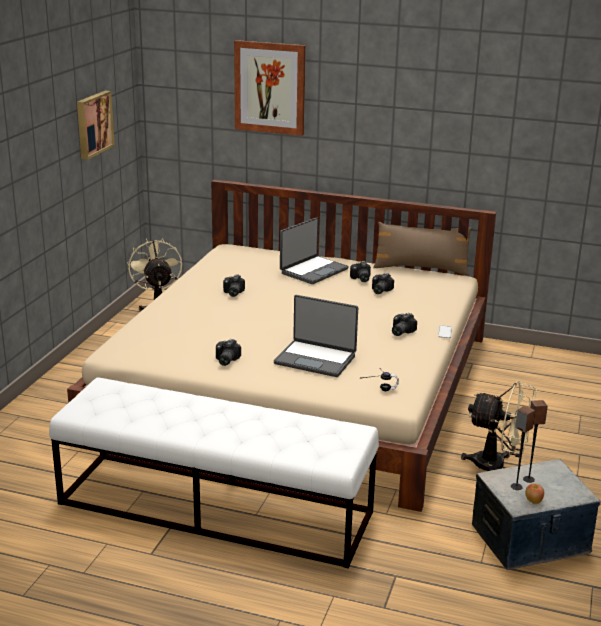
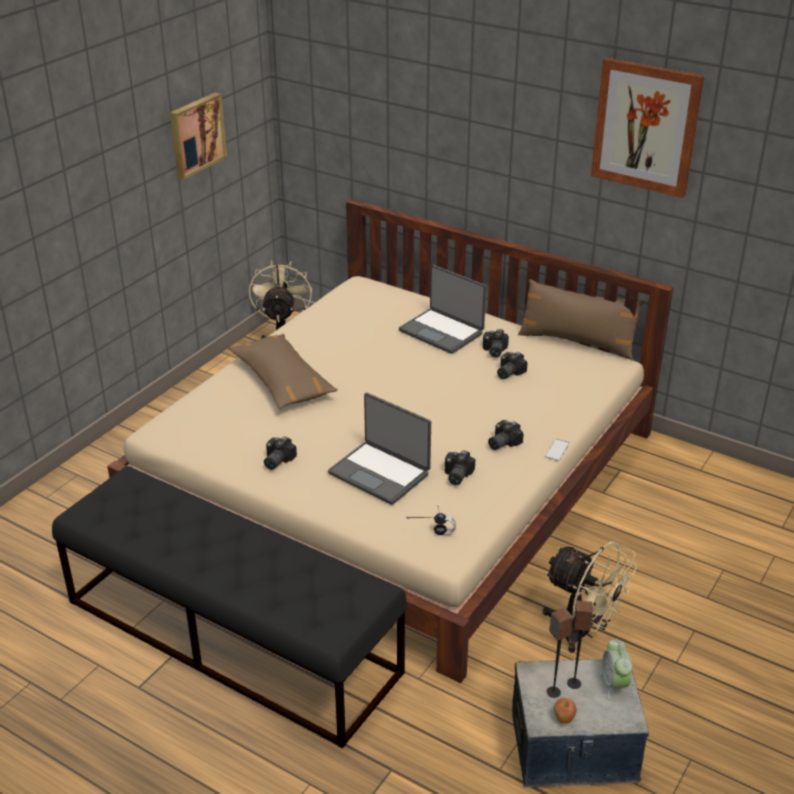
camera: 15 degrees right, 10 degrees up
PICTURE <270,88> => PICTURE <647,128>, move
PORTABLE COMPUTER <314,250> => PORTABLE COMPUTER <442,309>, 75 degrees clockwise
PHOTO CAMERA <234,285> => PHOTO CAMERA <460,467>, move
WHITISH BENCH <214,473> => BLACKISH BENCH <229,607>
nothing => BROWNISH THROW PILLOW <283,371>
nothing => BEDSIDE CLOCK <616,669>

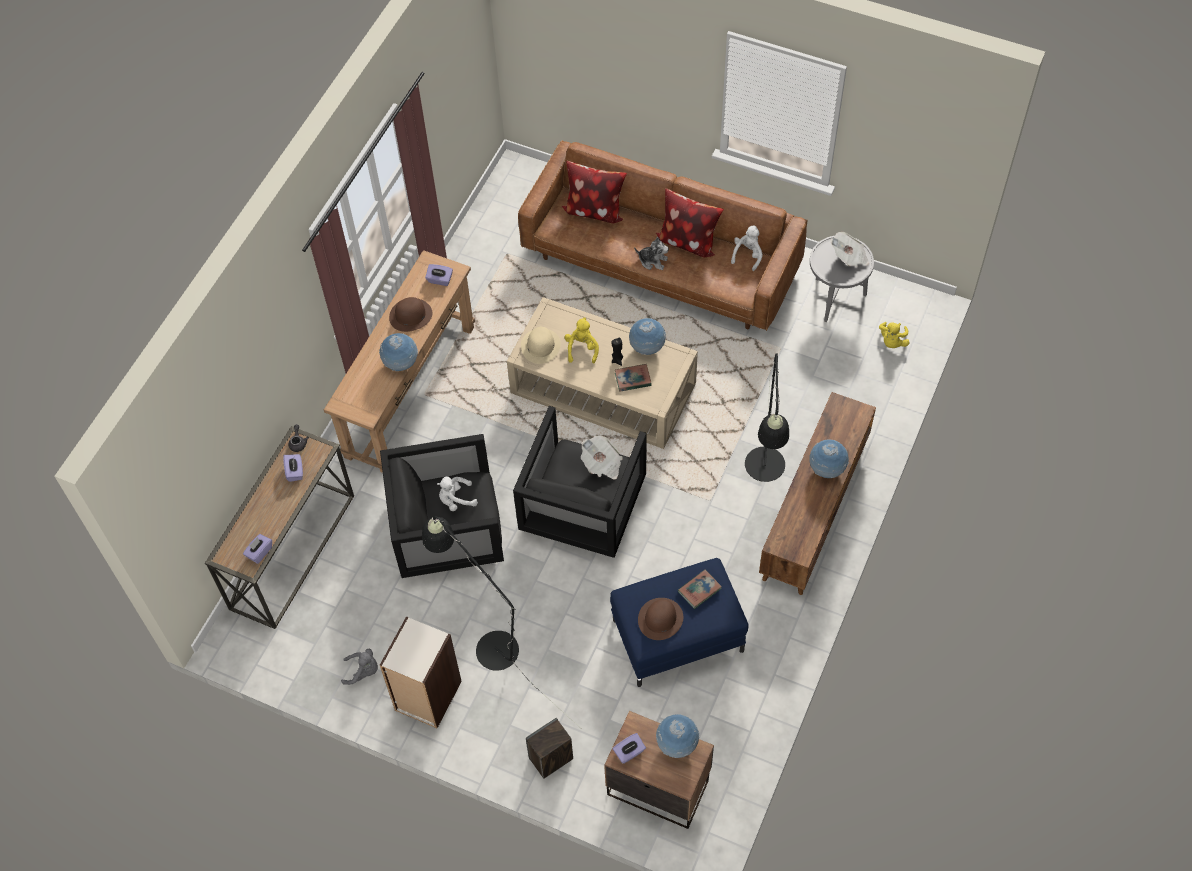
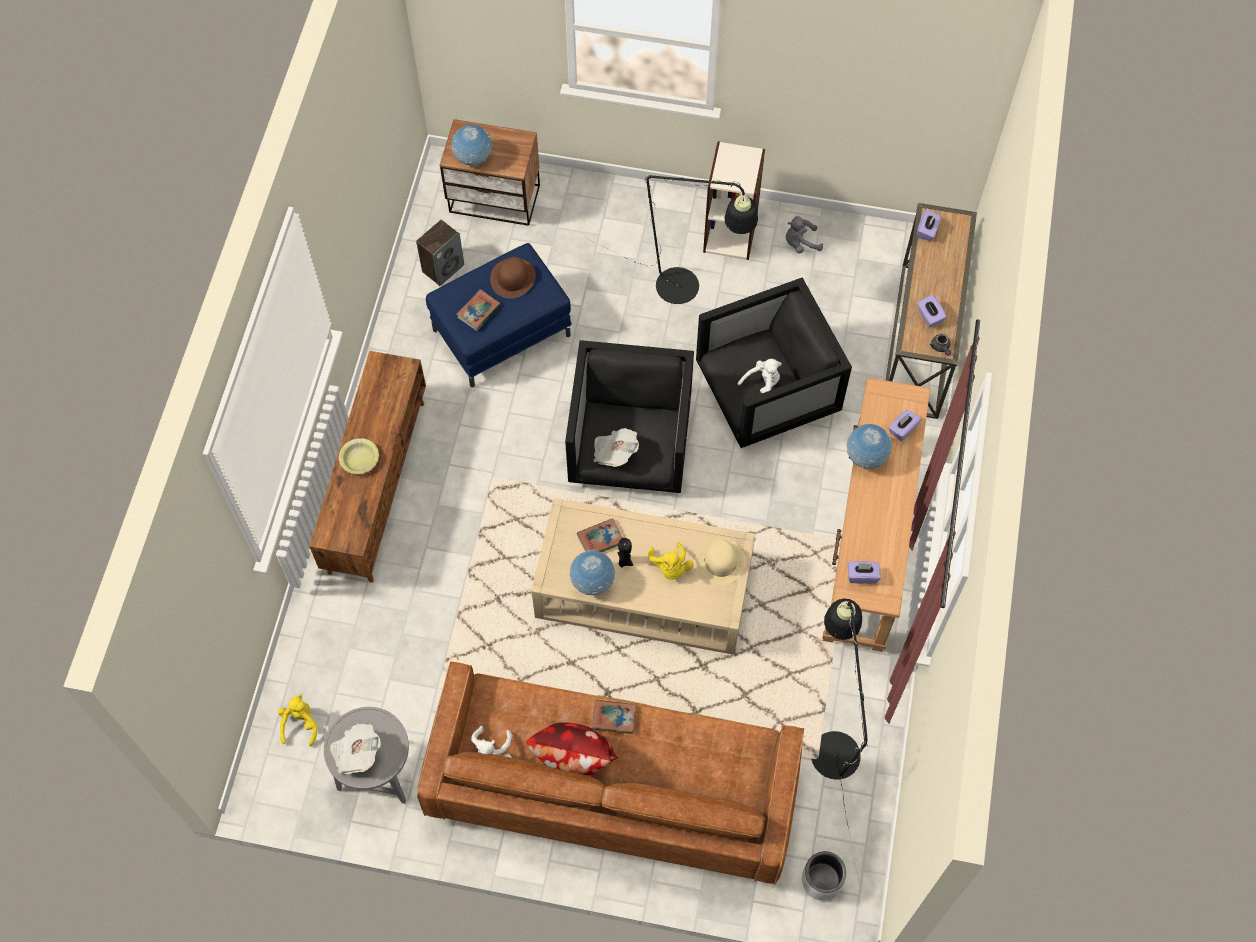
camera: 165 degrees right, 5 degrees up
THROW PILLOW <594,192> => nothing
CUDDLY TOY <651,253> => VOLUME <614,717>
BROWNISH CLOTHING HAT <410,314> => nothing
BLACKISH FLOOR LAMP <767,417> => BLACKISH FLOOR LAMP <839,744>, move
WORLD GLOBE <829,459> => YELLOW-COLOURED DEEP DISH <359,456>
LOUDSPEAKER <549,748> => LOUDSPEAKER <440,253>, move
PURPLE-COLOURED TISSUE BOX <629,748> => PURPLE-COLOURED TISSUE BOX <905,425>, move
nothing => GREY PLANTER <824,876>

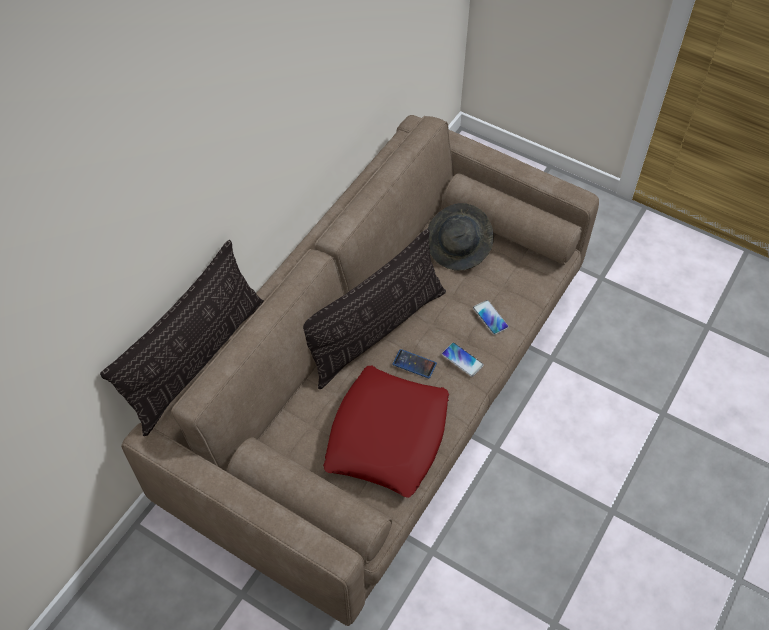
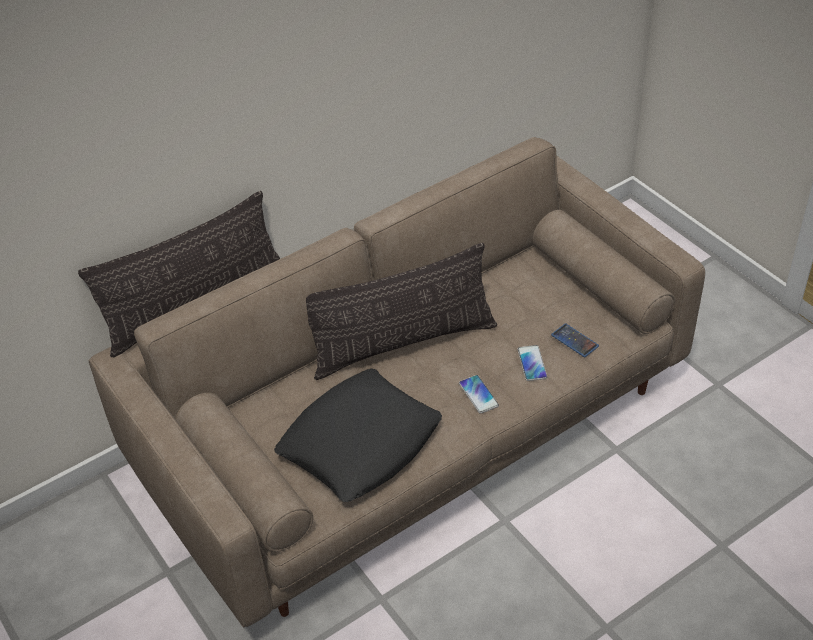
camera: 25 degrees right, 10 degrees down
GREY CLOTHING HAT <461,237> => nothing
HANDSET <414,364> => HANDSET <575,340>, move
REDDISH THROW PILLOW <386,432> => BLACKISH THROW PILLOW <358,435>

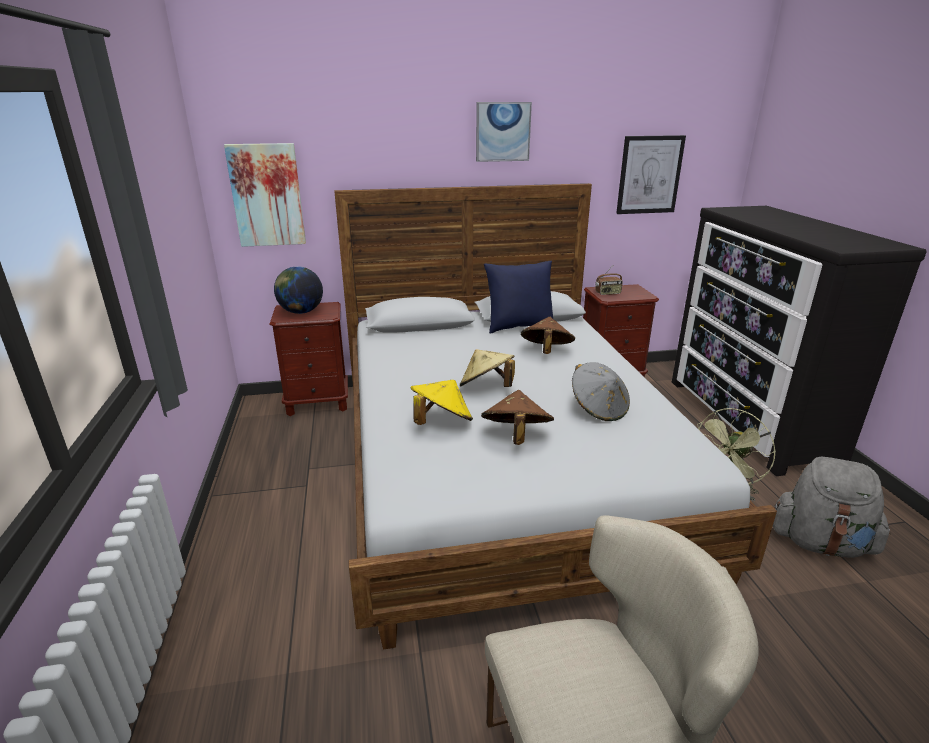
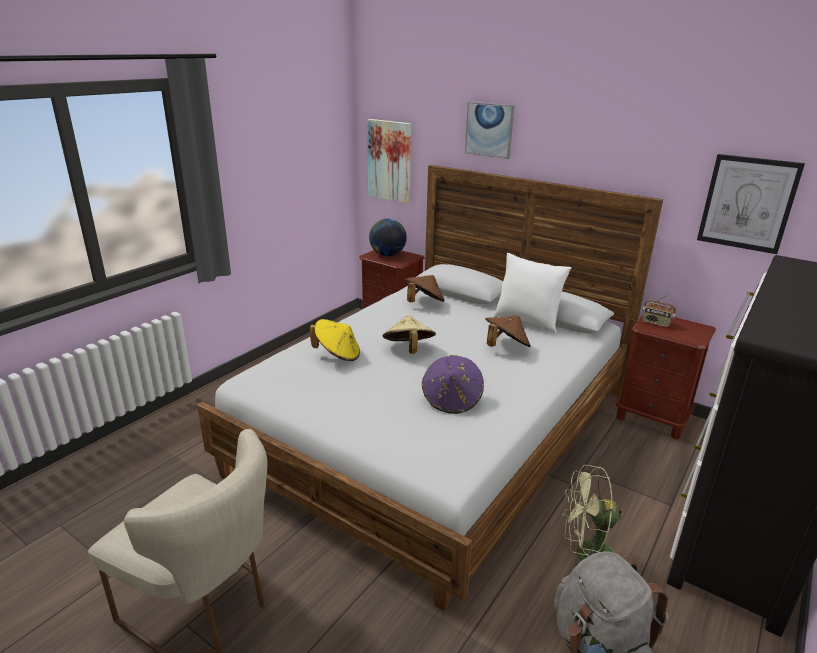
camera: 45 degrees right, 0 degrees up
PICTURE <504,132> => PICTURE <490,130>, move
BLUISH THROW PILLOW <518,297> => WHITISH THROW PILLOW <532,293>
GREY CLOTHING HAT <601,391> => PURPLE-COLOURED CLOTHING HAT <453,384>
BROWNISH CLOTHING HAT <517,417> => BROWNISH CLOTHING HAT <425,288>, move

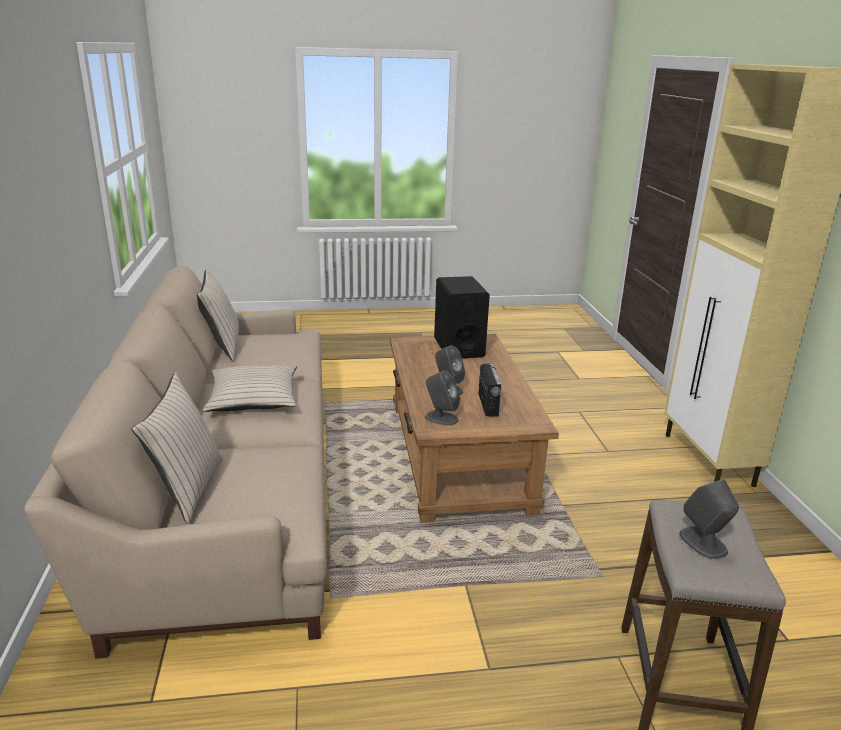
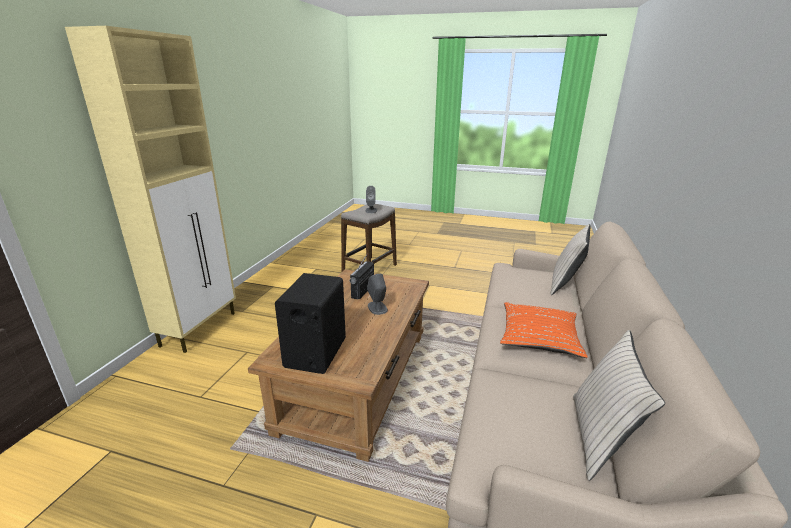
camera: 155 degrees left, 0 degrees up
SAND-COLOURED THROW PILLOW <250,388> => ORANGE THROW PILLOW <544,330>
GREY LOUDSPEAKER <442,398> => nothing

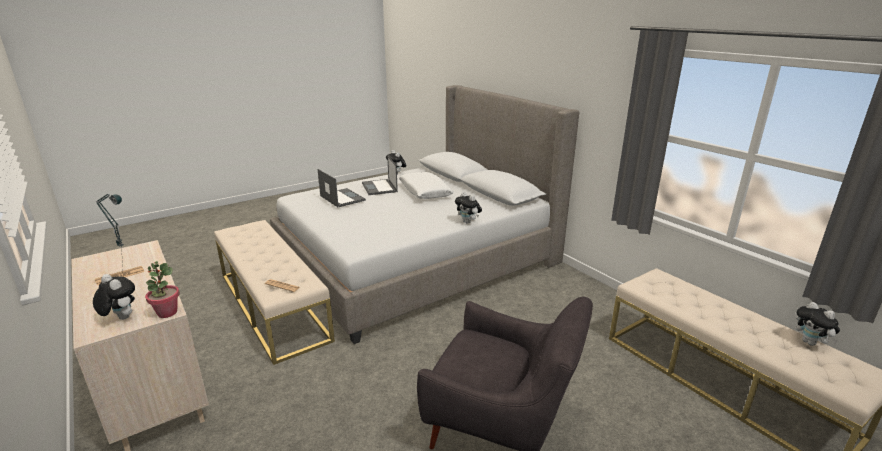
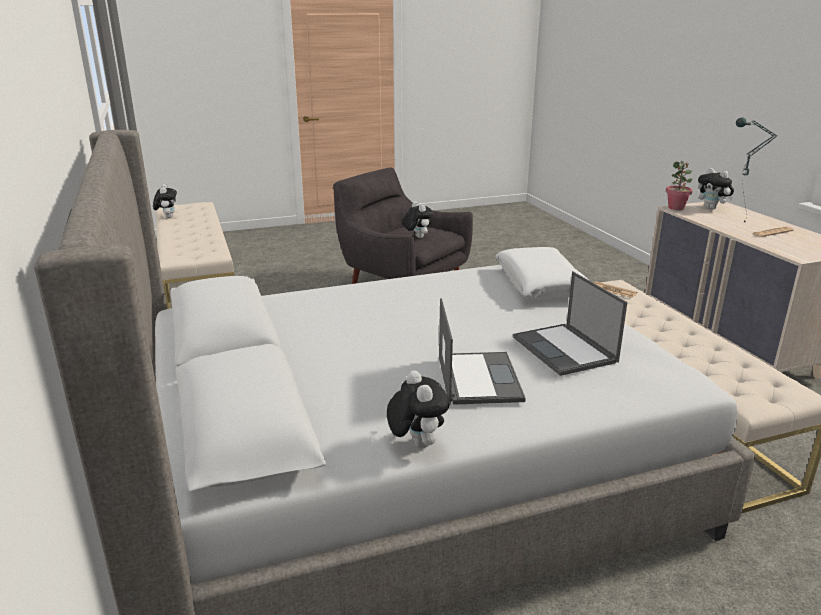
camera: 165 degrees left, 0 degrees up
WHITISH THROW PILLOW <426,185> => WHITISH THROW PILLOW <542,273>, move
CUDDLY TOY <468,207> => CUDDLY TOY <418,219>, move

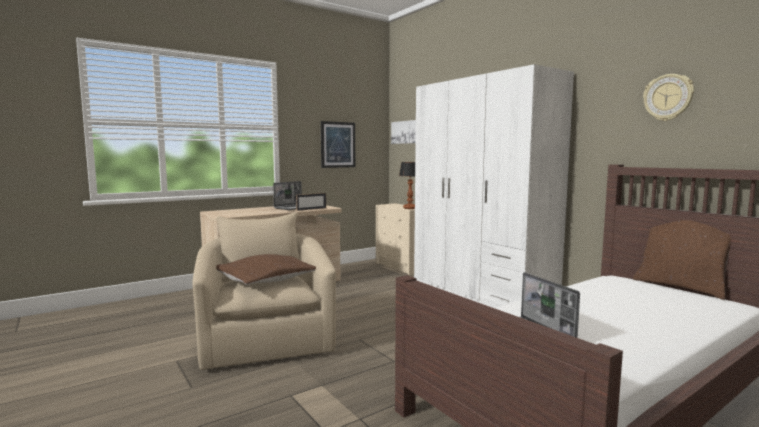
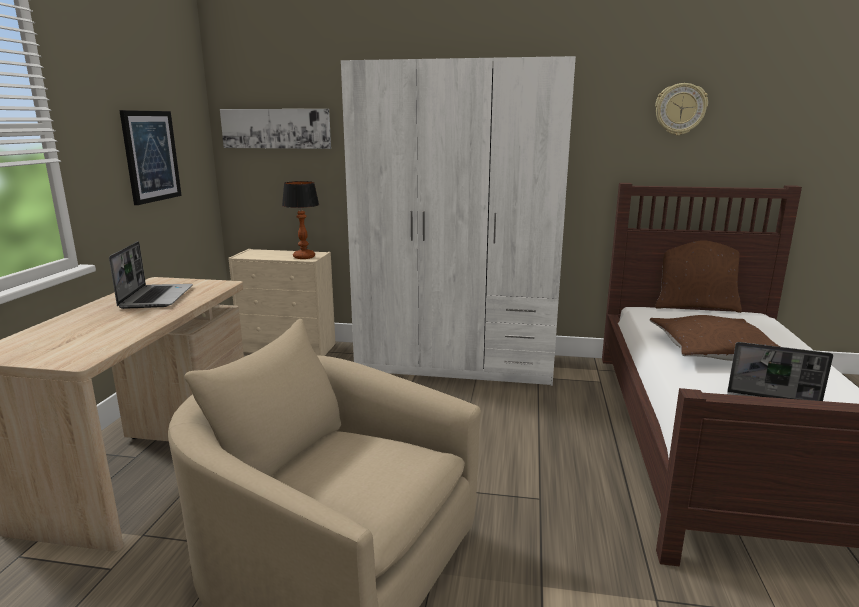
camera: 45 degrees left, 10 degrees up
PICTURE FRAME <311,202> => nothing
BROWNISH THROW PILLOW <266,269> => BROWNISH THROW PILLOW <715,338>, move

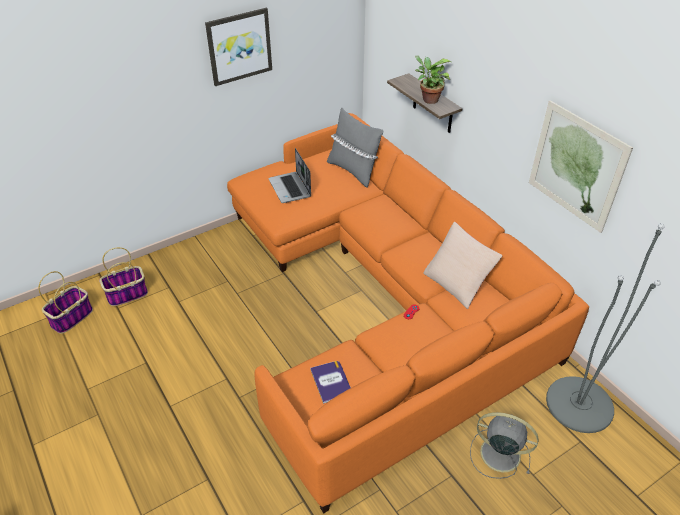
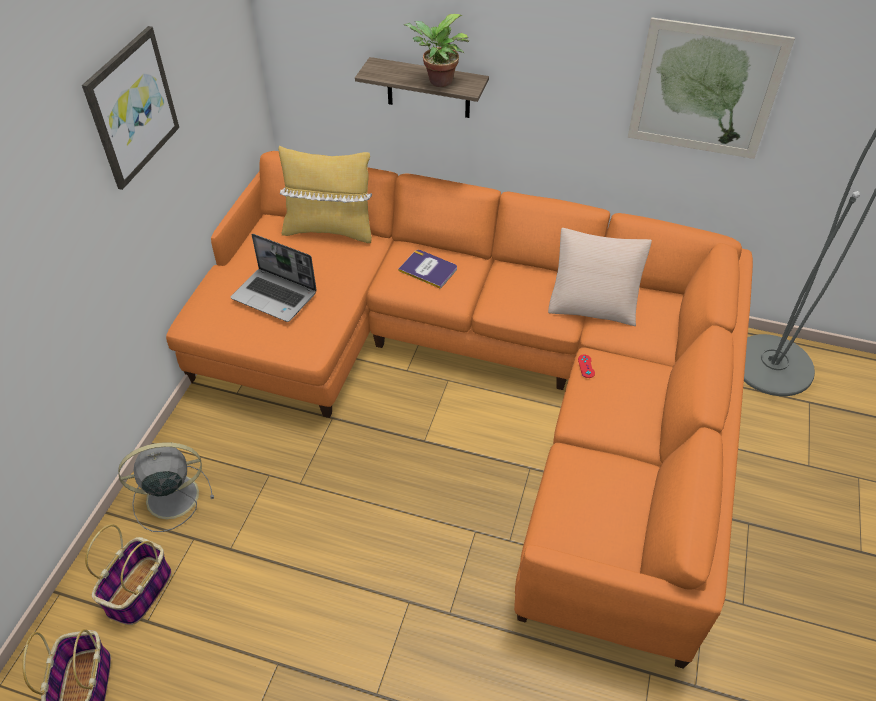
camera: 40 degrees left, 5 degrees up
GREY THROW PILLOW <355,148> => YELLOW-COLOURED THROW PILLOW <325,194>
VOLUME <330,382> => VOLUME <427,269>, move
GREY FAN <504,445> => GREY FAN <166,487>, move

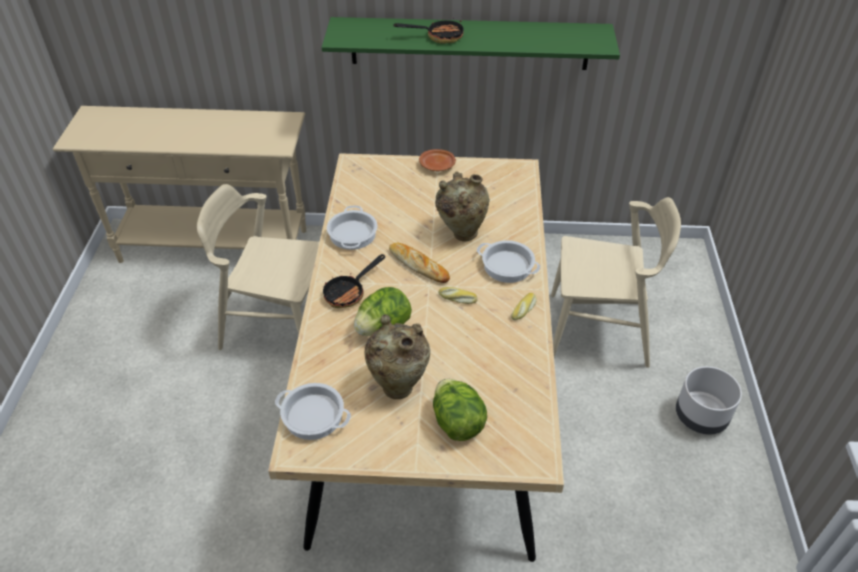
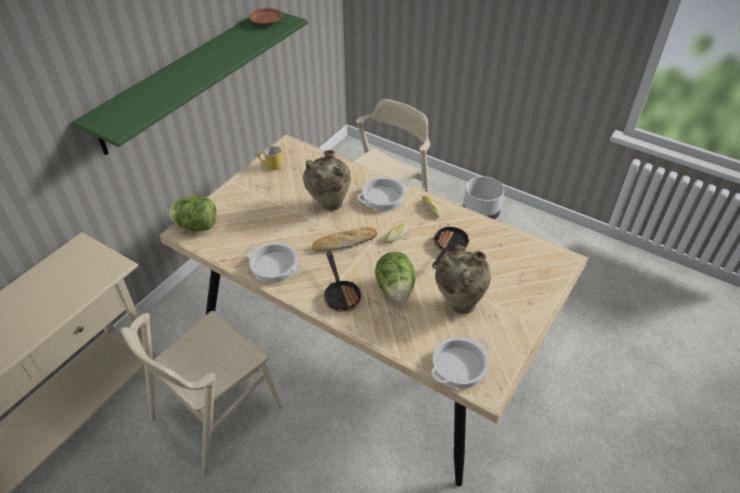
camera: 60 degrees left, 0 degrees up
FRYING PAN <428,31> => FRYING PAN <450,244>, move
BROWNISH PLATE <437,160> => BROWNISH PLATE <265,16>, move
HEAD OF LETTUCE <460,410> => HEAD OF LETTUCE <191,213>, move
nothing => YELLOW-COLOURED COFFEE MUG <270,158>

